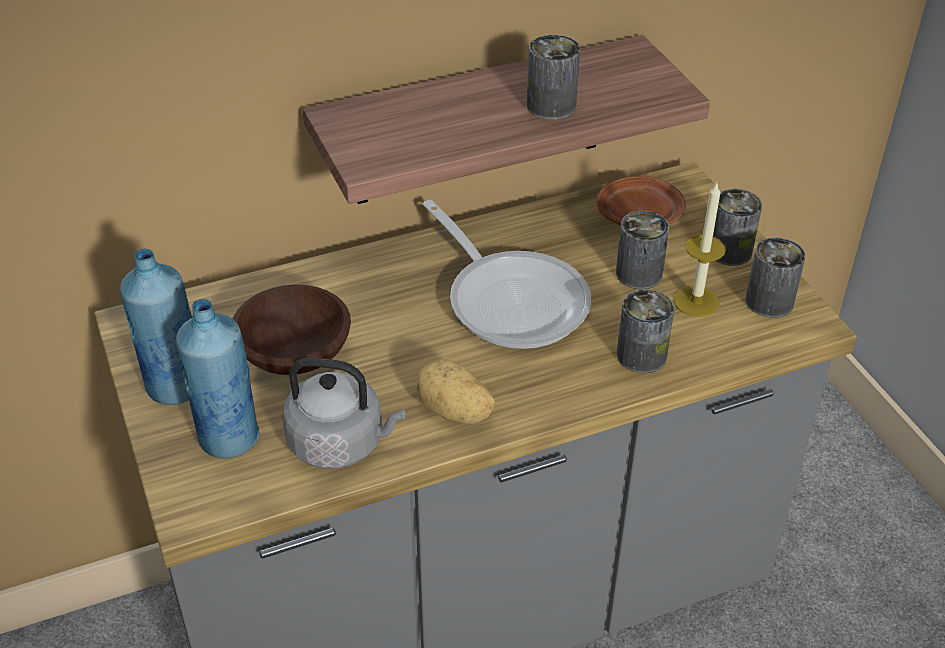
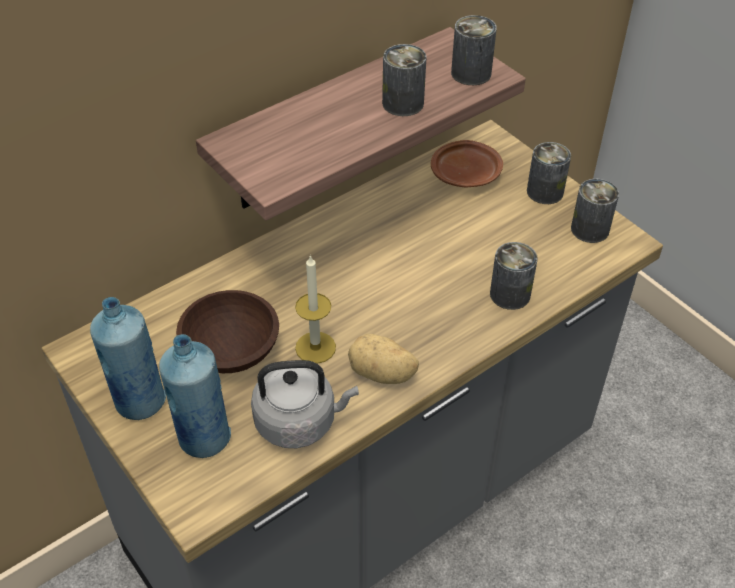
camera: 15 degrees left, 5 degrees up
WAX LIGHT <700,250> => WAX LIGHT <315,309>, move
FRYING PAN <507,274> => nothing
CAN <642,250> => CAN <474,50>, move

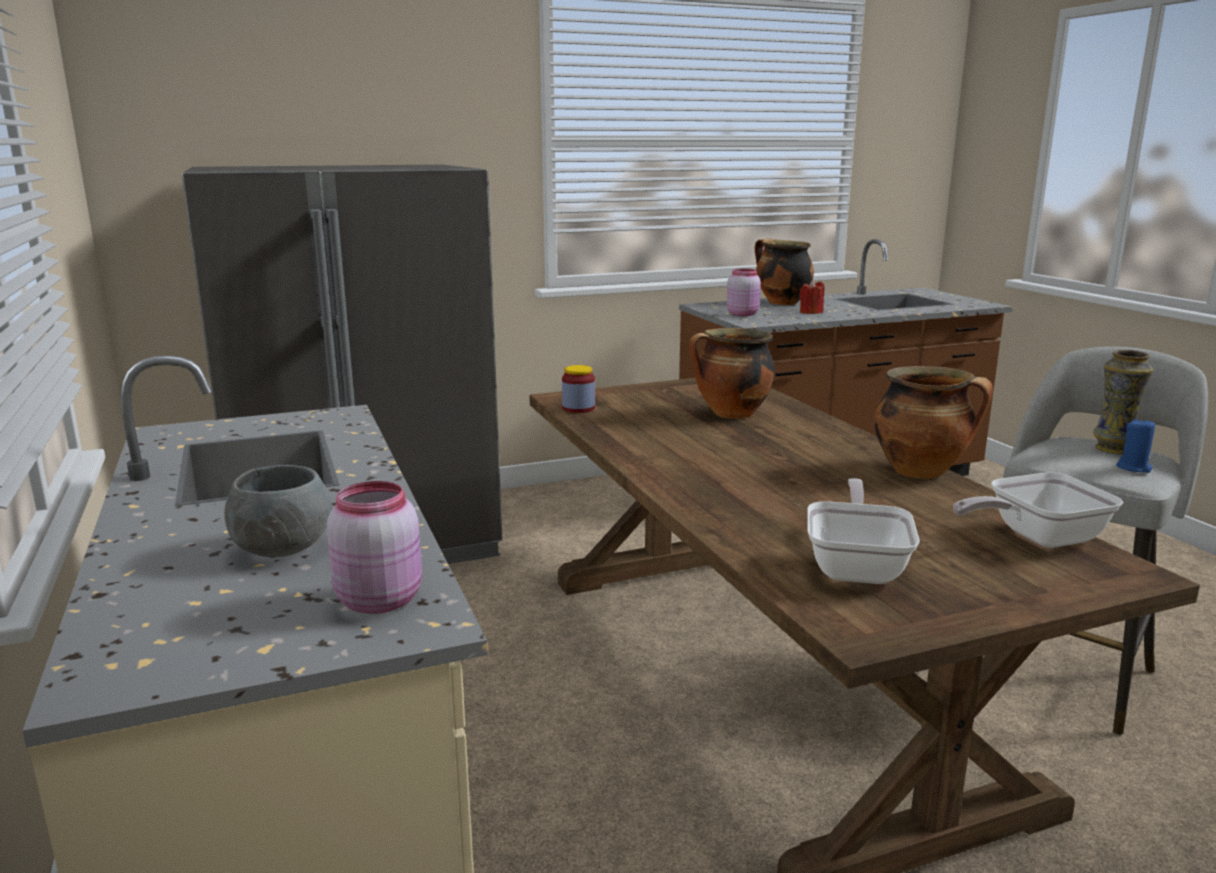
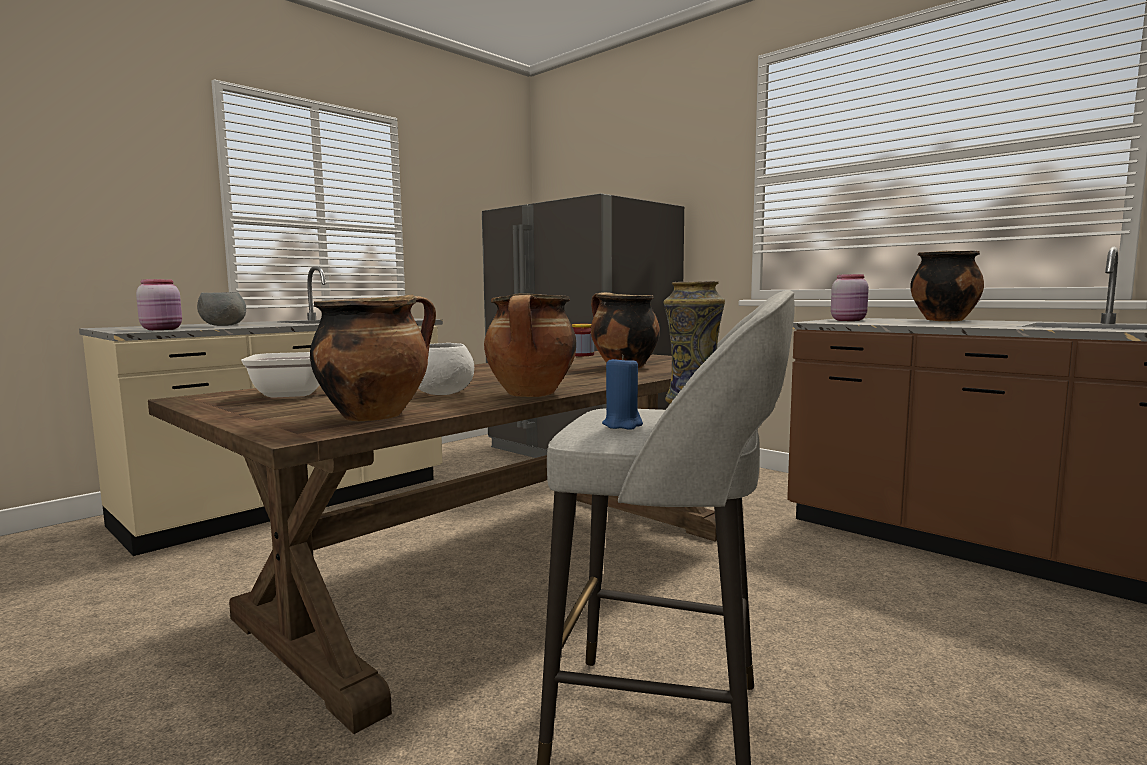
camera: 65 degrees right, 10 degrees down
REDDISH WAX LIGHT <811,297> => nothing
FRYING PAN <1038,510> => COOKING POT <373,357>
nothing => WHITISH DEEP DISH <446,369>

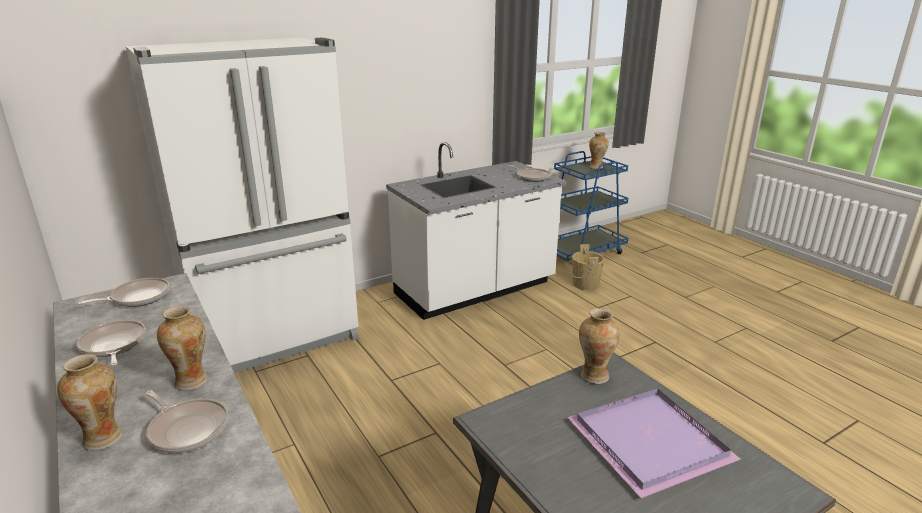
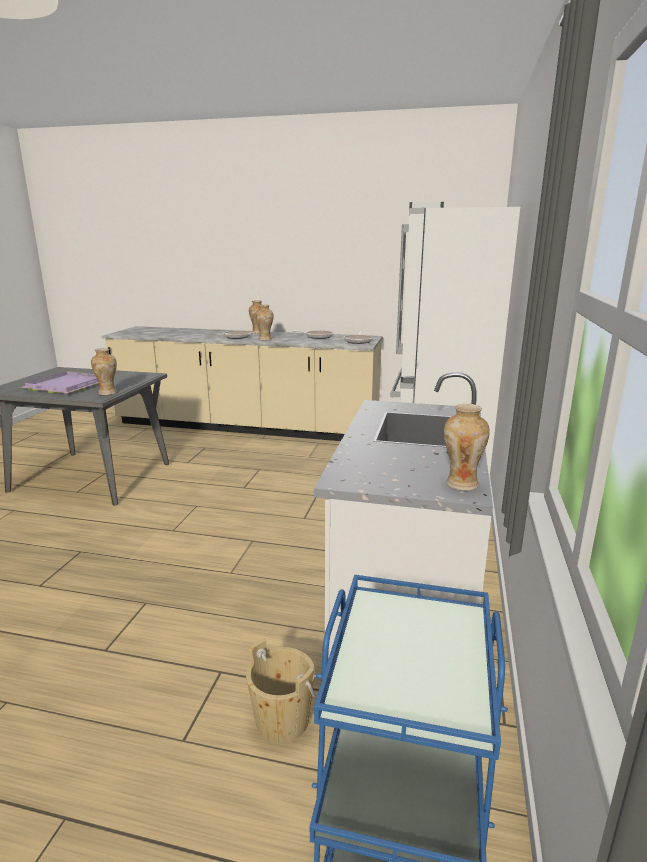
camera: 135 degrees right, 5 degrees down
FLOWER VASE <599,150> => FLOWER VASE <467,447>, move
FRYING PAN <529,173> => nothing

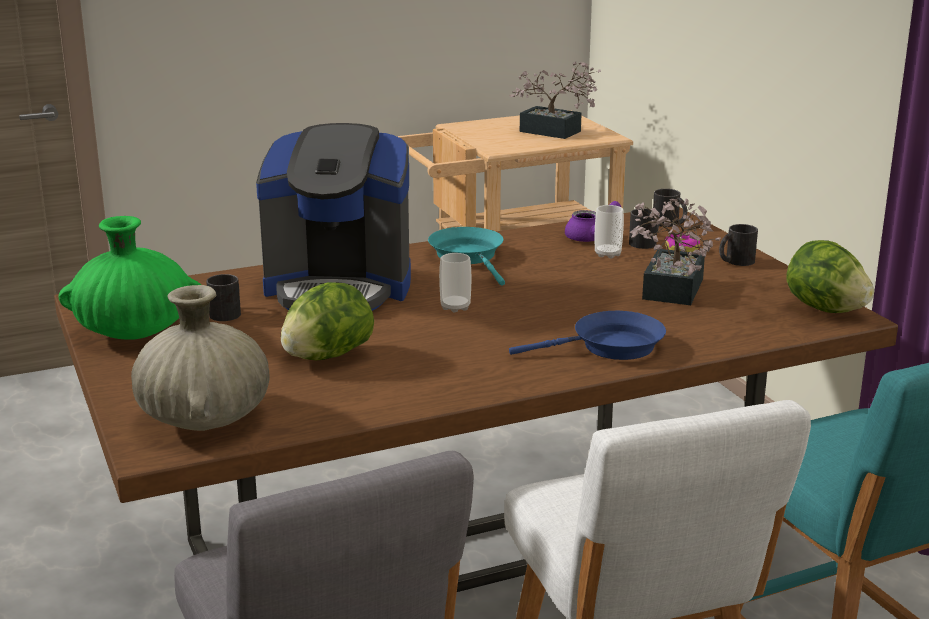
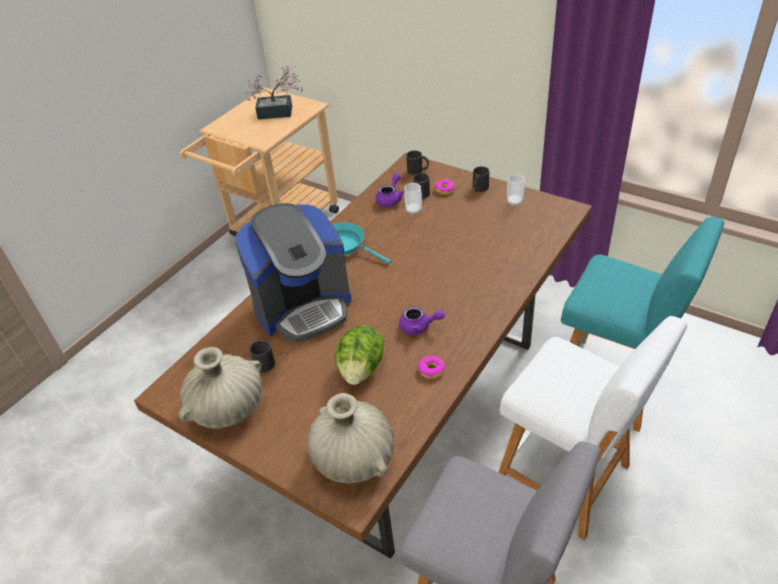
camera: 30 degrees left, 20 degrees up
PLANT IN A POT <675,252> => nothing
GREEN FLOWER VASE <129,278> => SAND-COLOURED FLOWER VASE <220,388>
HEAD OF LETTUCE <830,276> => nothing
SMALL CUP <455,283> => SMALL CUP <516,190>, move
BLUISH FRYING PAN <587,335> => nothing
nothing => PURPLE-COLOURED POT FOR TEA <422,320>
nothing => DOUGHNUT <431,367>

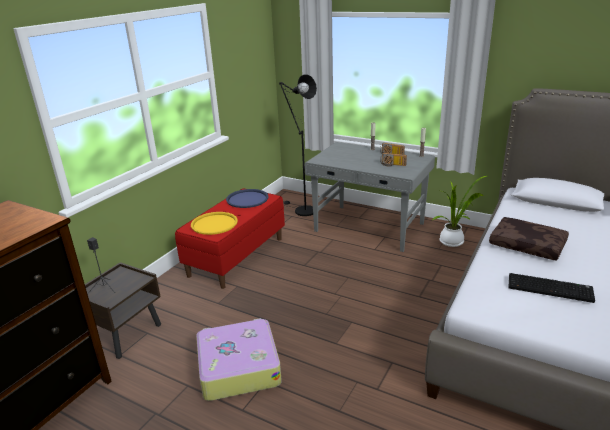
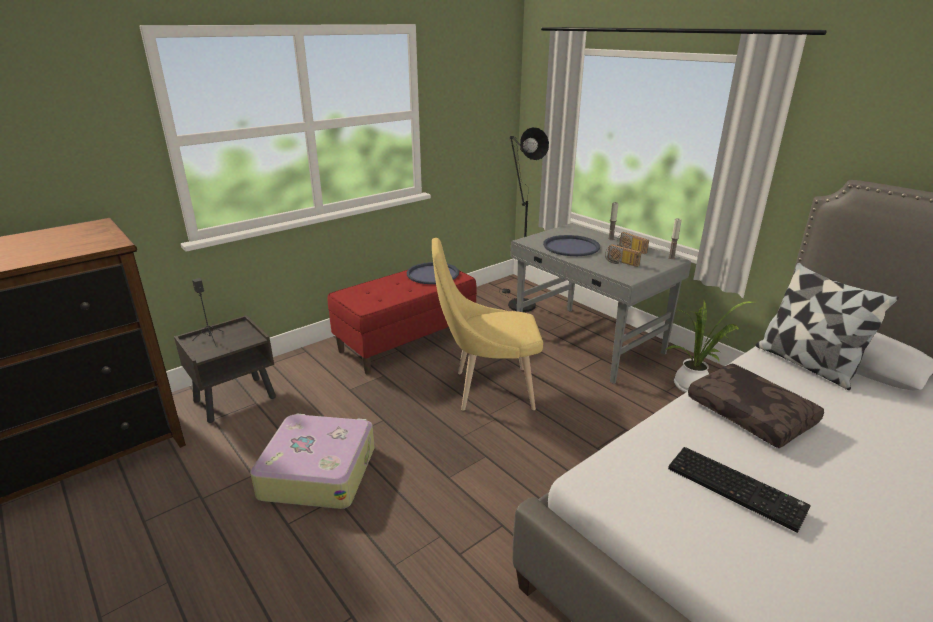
camera: 20 degrees right, 0 degrees up
YELLOW-COLOURED CARRYING TRAY <214,223> => nothing
nothing => BLUISH CARRYING TRAY <571,245>
nothing => YELLOW-COLOURED UPRIGHT CHAIR <487,324>
nothing => THROW PILLOW <827,326>

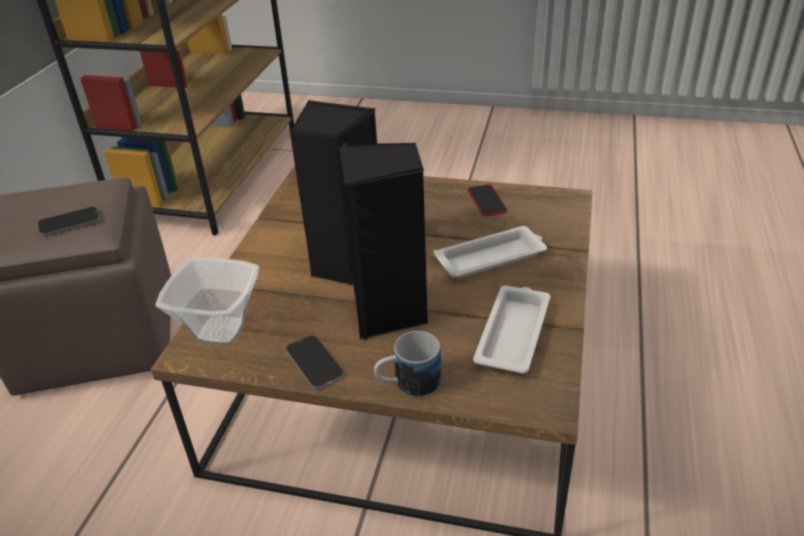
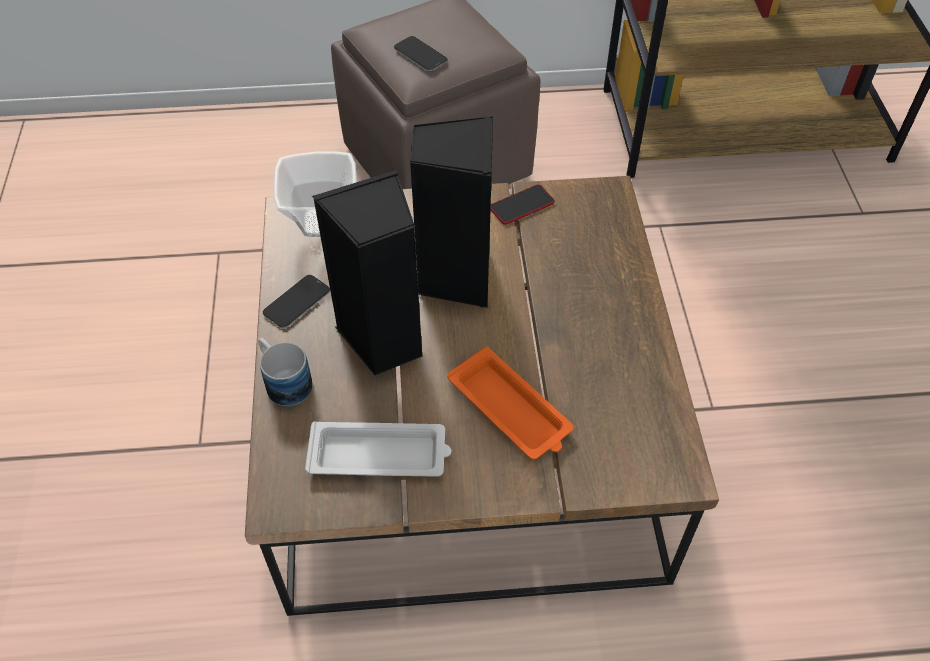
camera: 70 degrees right, 15 degrees up
HANDSET <487,200> => HANDSET <522,205>, move
WHITISH CARRYING TRAY <490,252> => ORANGE CARRYING TRAY <510,403>

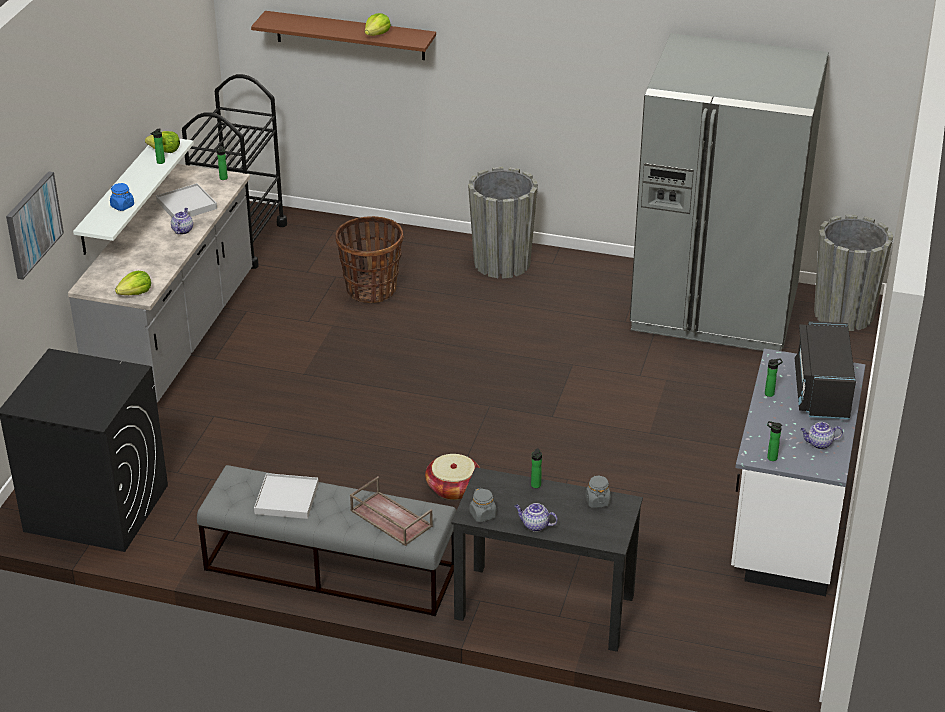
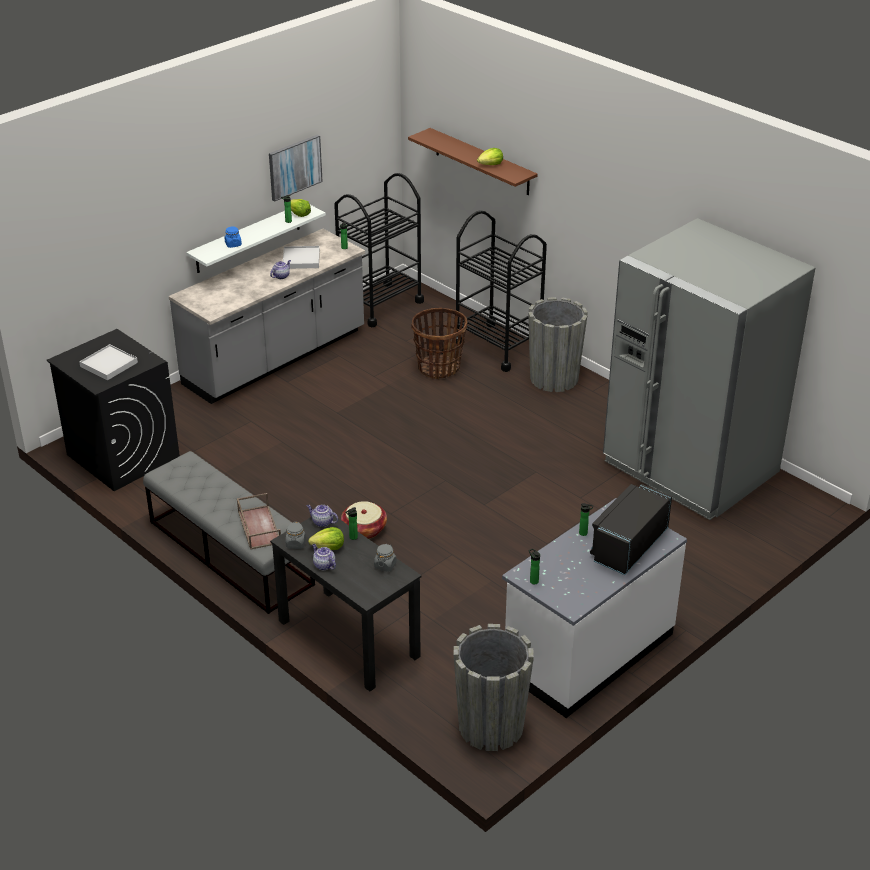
camera: 30 degrees right, 0 degrees up
PICTURE <35,225> => PICTURE <296,167>, move
GREY PLANTER <853,273> => GREY PLANTER <494,687>, move
HEAD OF LETTUCE <133,283> => HEAD OF LETTUCE <326,538>, move
POT FOR TEA <821,435> => POT FOR TEA <322,515>, move
WHITISH CARRYING TRAY <286,496> => WHITISH CARRYING TRAY <108,362>, move
nothing => BLACKISH WHEELED CART <501,291>

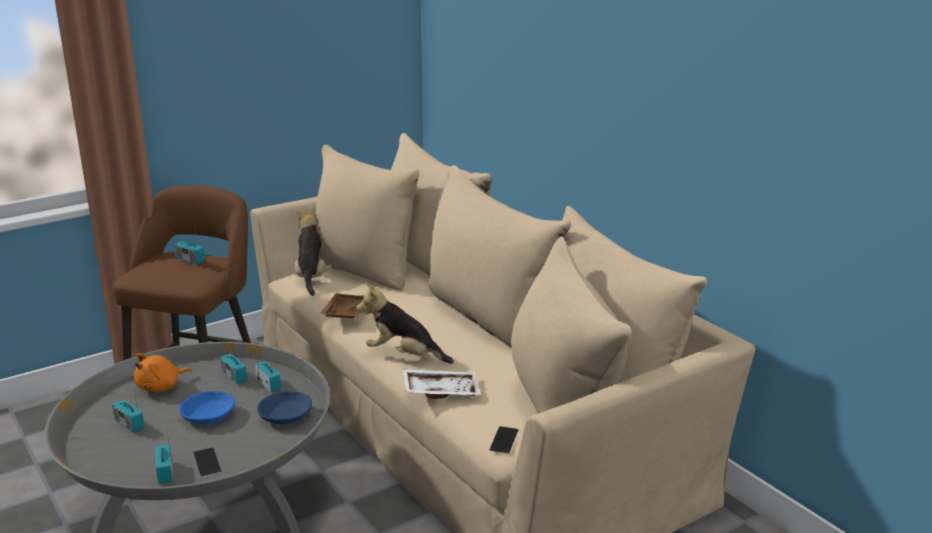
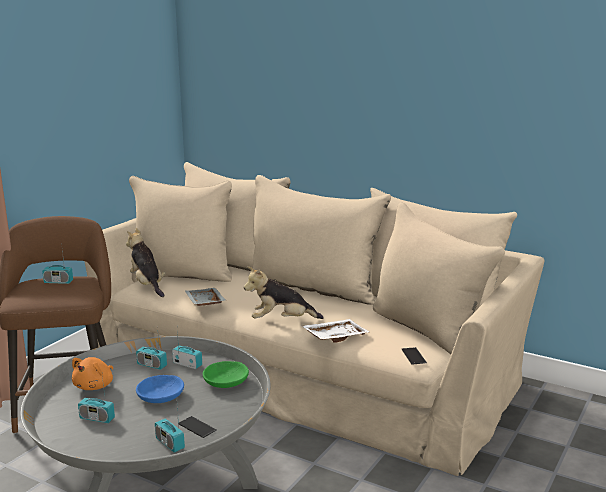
camera: 25 degrees left, 5 degrees down
BROWNISH CARRYING TRAY <342,305> => GREY CARRYING TRAY <206,297>
BLUISH DEEP DISH <284,407> => GREEN DEEP DISH <226,374>

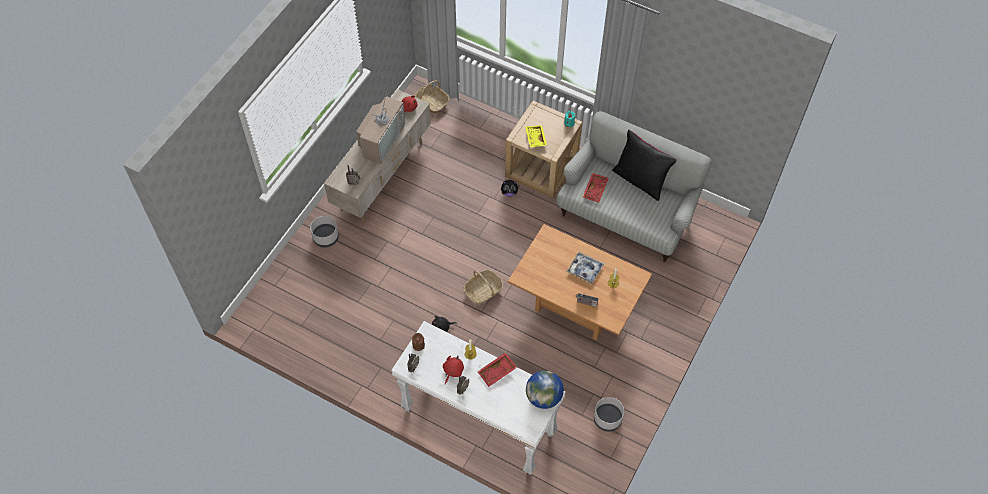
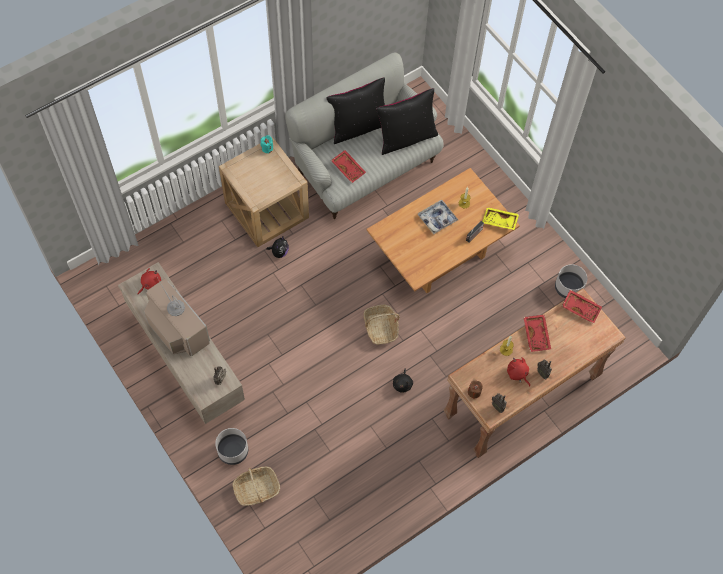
camera: 65 degrees left, 5 degrees up
BASKET <432,97> => BASKET <256,486>, move
YELLOW-COLOURED CARRYING TRAY <536,136> => YELLOW-COLOURED CARRYING TRAY <500,218>, move
WHITISH CONSOLE TABLE <478,398> => BROWNISH CONSOLE TABLE <535,373>
WORLD GLOBE <545,390> => REDDISH CARRYING TRAY <582,307>
nothing => BLACKISH THROW PILLOW <407,121>

